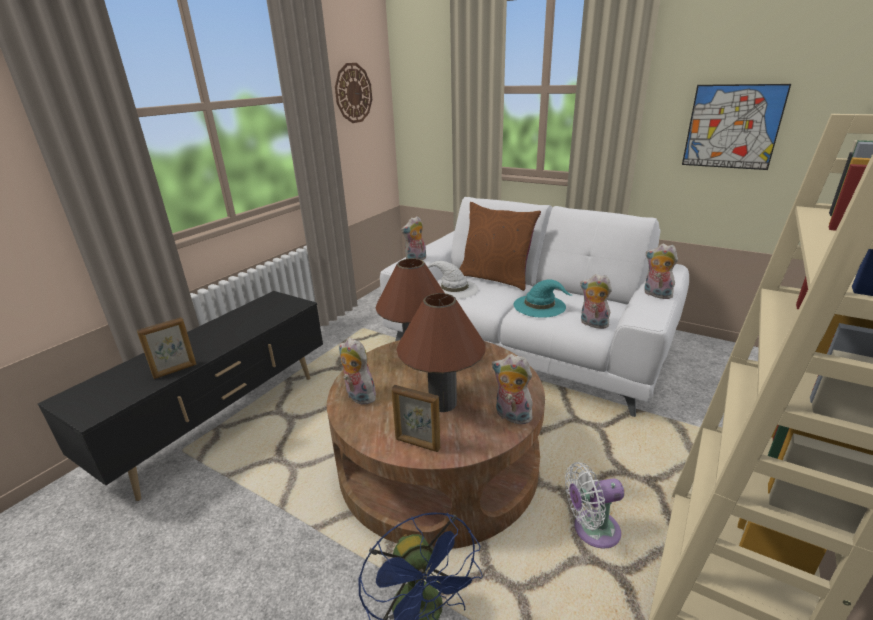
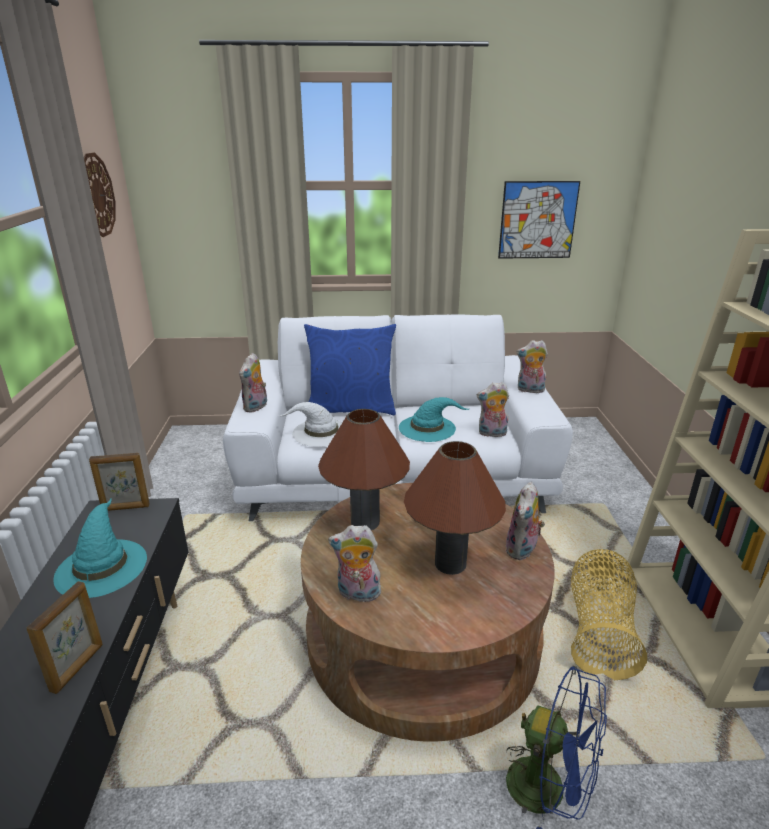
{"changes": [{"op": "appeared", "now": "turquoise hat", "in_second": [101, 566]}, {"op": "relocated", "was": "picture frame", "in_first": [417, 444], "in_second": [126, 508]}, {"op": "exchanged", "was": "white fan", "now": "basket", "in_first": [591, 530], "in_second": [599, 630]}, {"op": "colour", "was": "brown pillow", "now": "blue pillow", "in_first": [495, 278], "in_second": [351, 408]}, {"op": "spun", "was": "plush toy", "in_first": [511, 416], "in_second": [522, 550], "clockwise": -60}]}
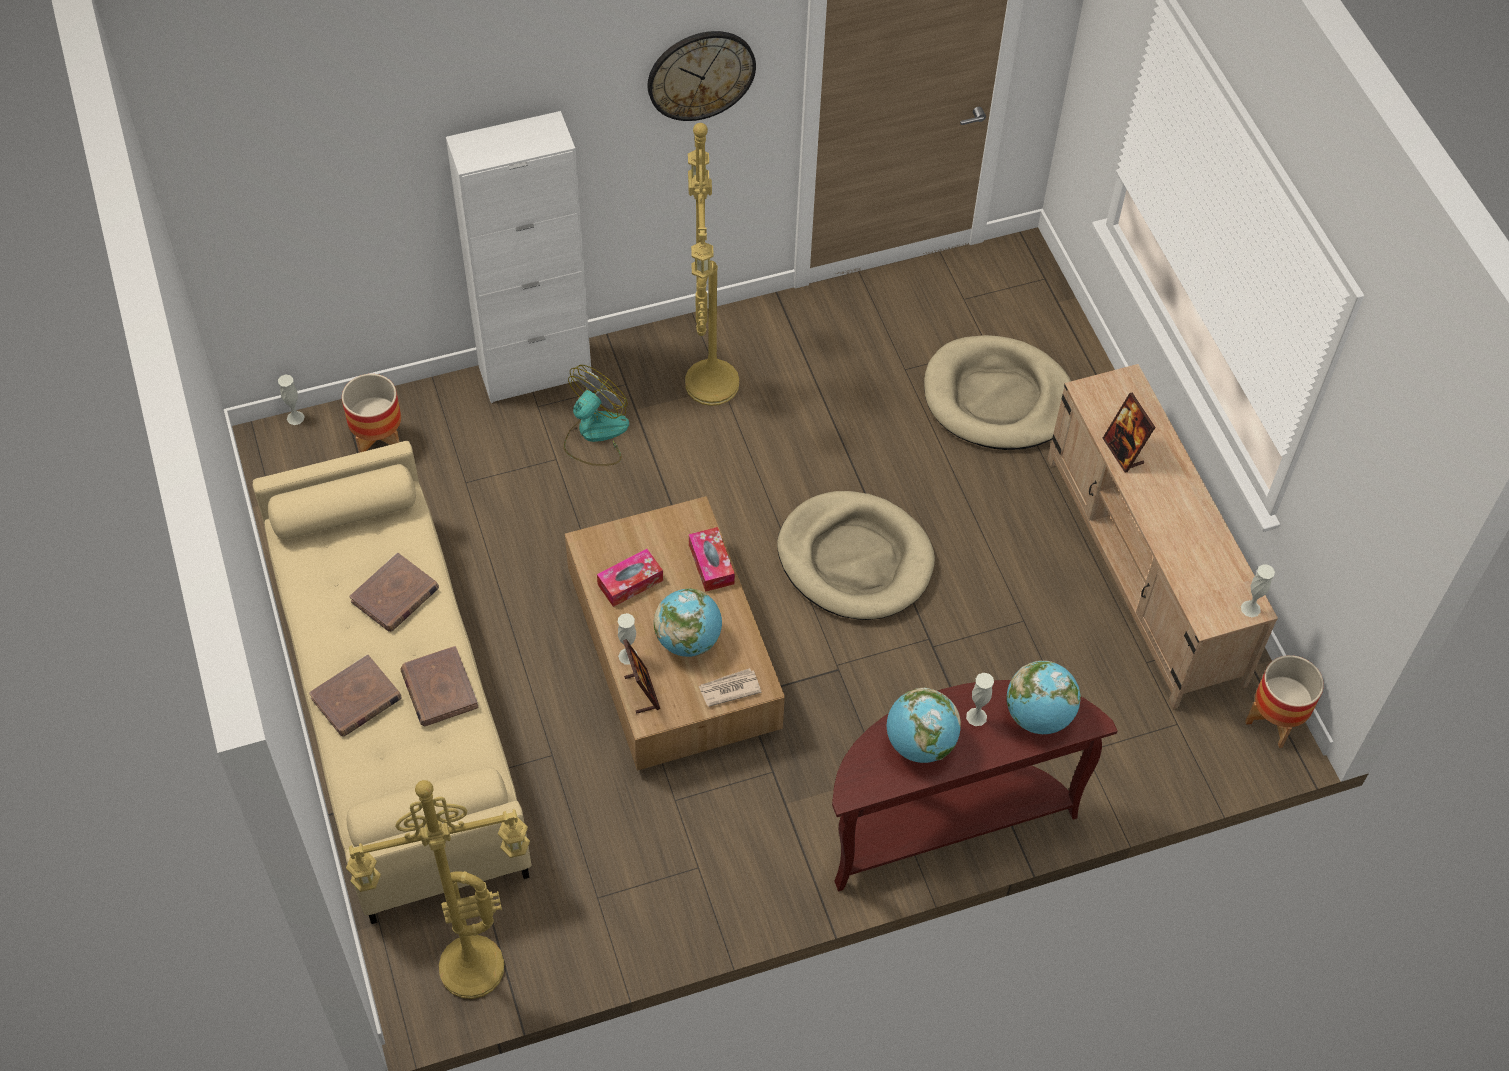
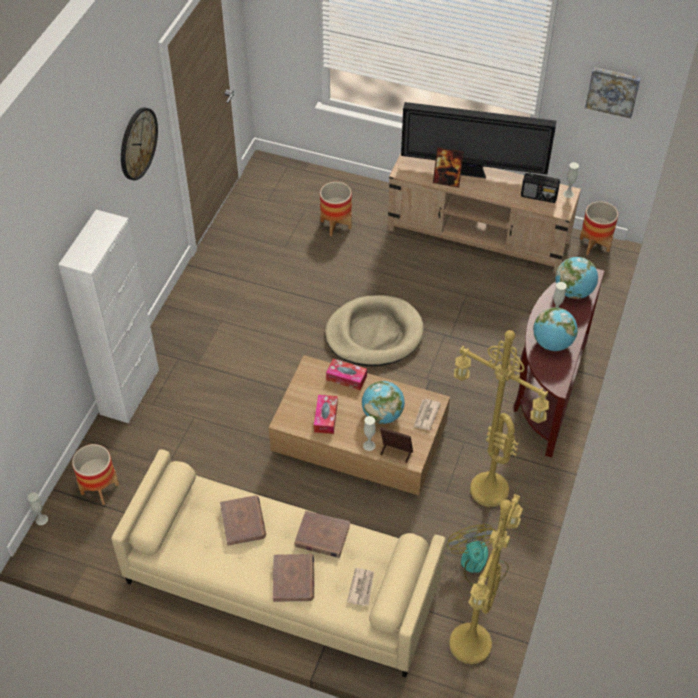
{"changes": [{"op": "appeared", "now": "newspaper", "in_second": [361, 587]}, {"op": "appeared", "now": "television", "in_second": [472, 173]}, {"op": "appeared", "now": "radio", "in_second": [539, 196]}, {"op": "appeared", "now": "picture", "in_second": [613, 91]}, {"op": "relocated", "was": "fan", "in_first": [595, 434], "in_second": [477, 565]}, {"op": "relocated", "was": "yellow floor lamp", "in_first": [708, 382], "in_second": [486, 491]}, {"op": "exchanged", "was": "beige dog bed", "now": "planter", "in_first": [997, 398], "in_second": [336, 225]}]}
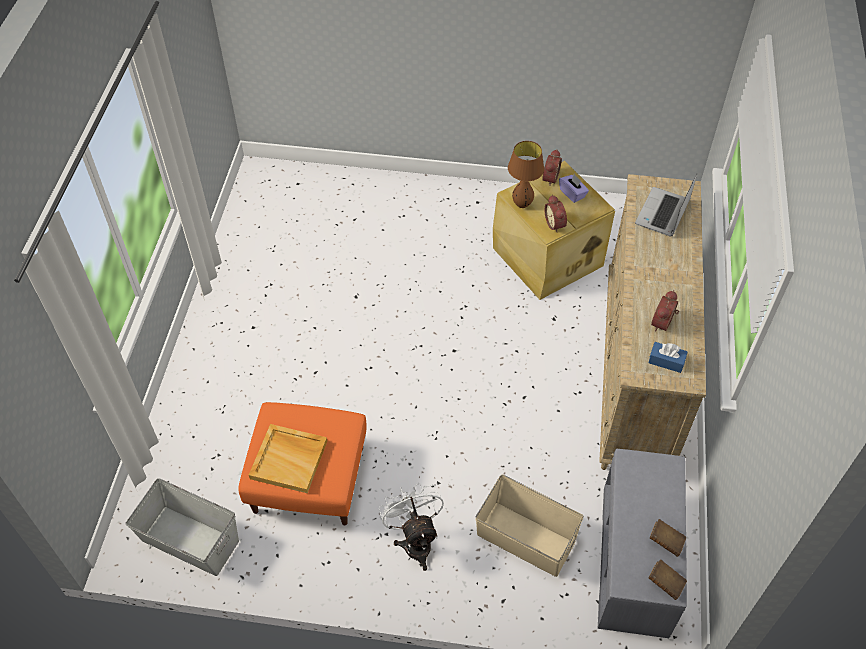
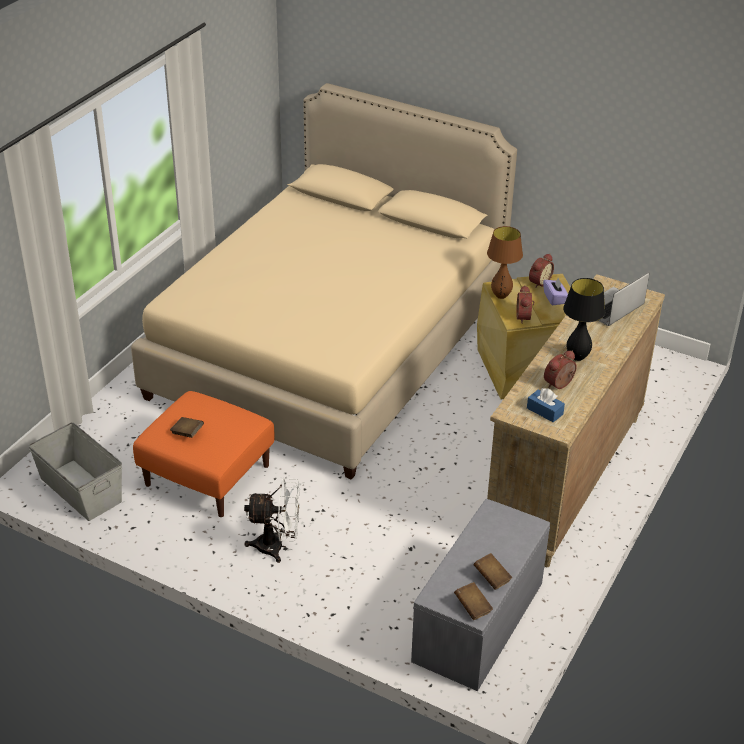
{"changes": [{"op": "missing", "was": "beige storage box", "in_first": [525, 539]}, {"op": "appeared", "now": "beige bed", "in_second": [330, 347]}, {"op": "appeared", "now": "black table lamp", "in_second": [577, 357]}, {"op": "exchanged", "was": "beige tray", "now": "brown book", "in_first": [289, 459], "in_second": [187, 433]}, {"op": "spun", "was": "white fan", "in_first": [415, 541], "in_second": [277, 546], "clockwise": 90}]}
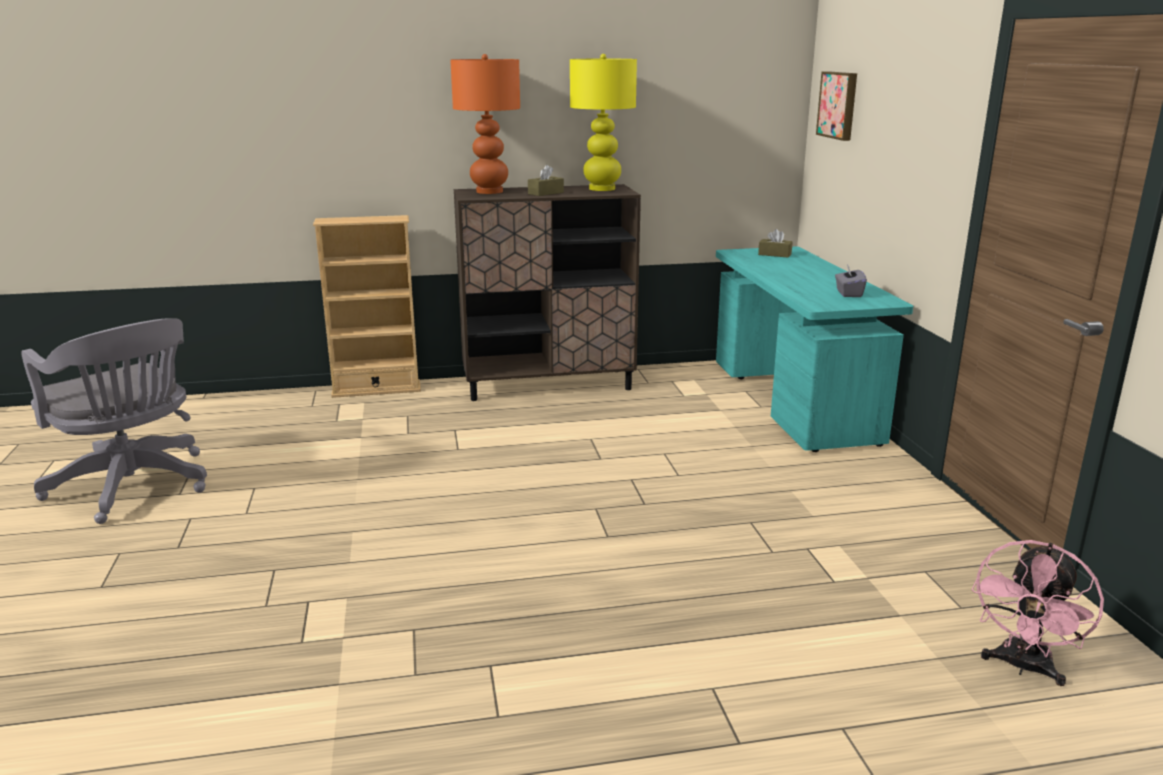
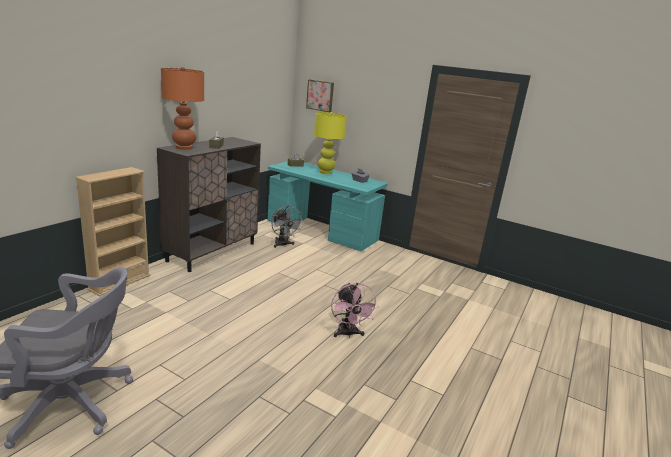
{"changes": [{"op": "appeared", "now": "grey fan", "in_second": [283, 245]}, {"op": "relocated", "was": "yellow table lamp", "in_first": [602, 189], "in_second": [325, 172]}, {"op": "relocated", "was": "pink fan", "in_first": [1022, 667], "in_second": [348, 334]}]}
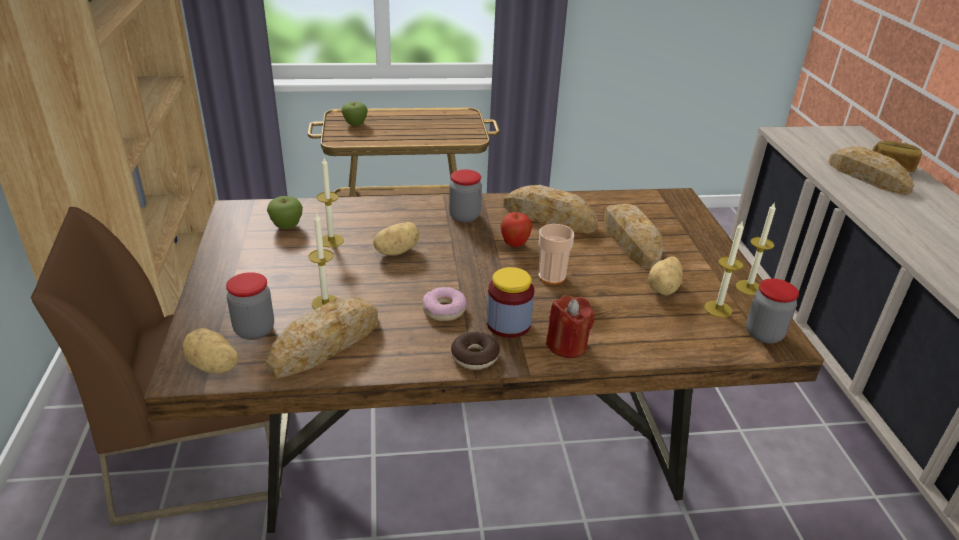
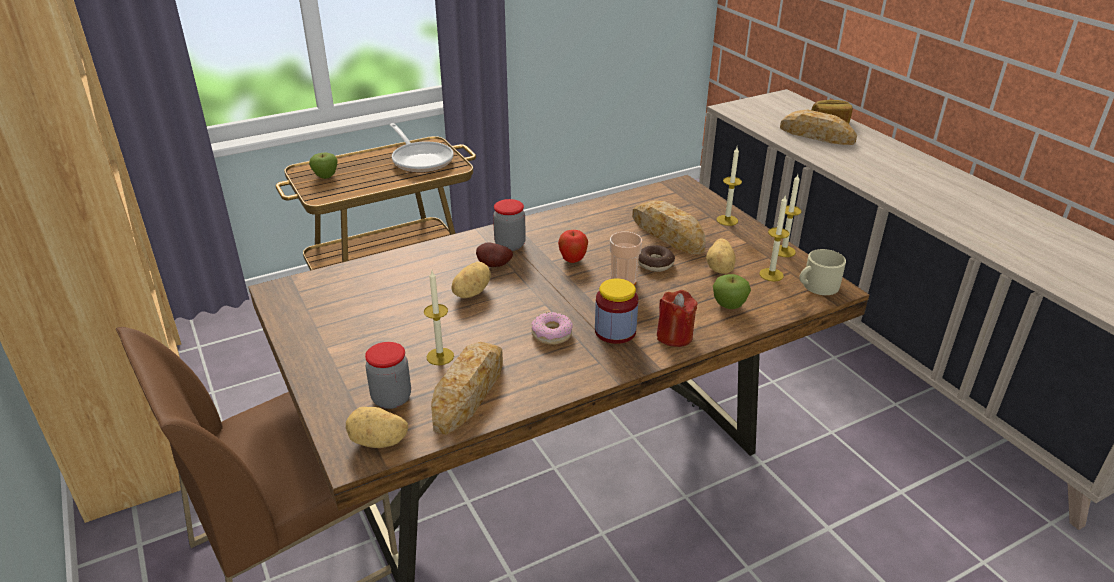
{"changes": [{"op": "missing", "was": "bread", "in_first": [549, 217]}, {"op": "appeared", "now": "frying pan", "in_second": [421, 160]}, {"op": "appeared", "now": "potato", "in_second": [493, 266]}, {"op": "relocated", "was": "apple", "in_first": [287, 226], "in_second": [729, 306]}, {"op": "relocated", "was": "candle", "in_first": [331, 240], "in_second": [727, 220]}, {"op": "relocated", "was": "donut", "in_first": [475, 356], "in_second": [655, 264]}, {"op": "exchanged", "was": "jar", "now": "beige mug", "in_first": [764, 334], "in_second": [817, 286]}]}
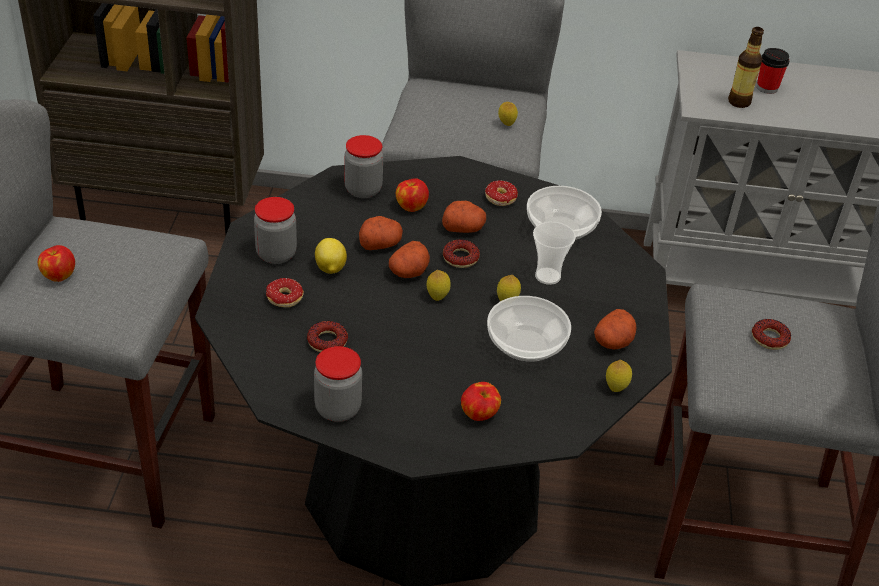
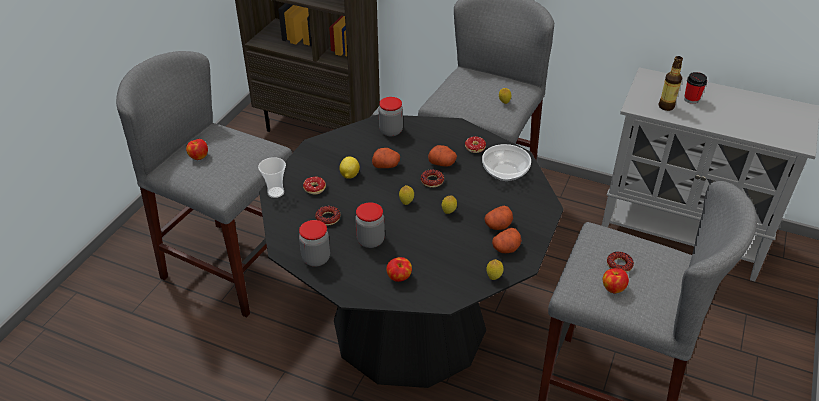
{"changes": [{"op": "missing", "was": "bowl", "in_first": [524, 345]}, {"op": "relocated", "was": "jar", "in_first": [276, 254], "in_second": [370, 240]}, {"op": "relocated", "was": "potato", "in_first": [409, 272], "in_second": [498, 225]}, {"op": "relocated", "was": "apple", "in_first": [411, 207], "in_second": [613, 288]}, {"op": "relocated", "was": "cup", "in_first": [547, 276], "in_second": [276, 192]}]}
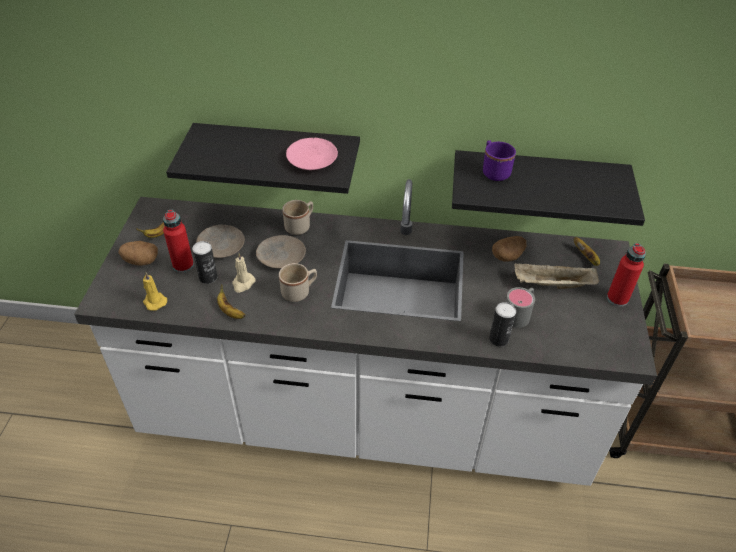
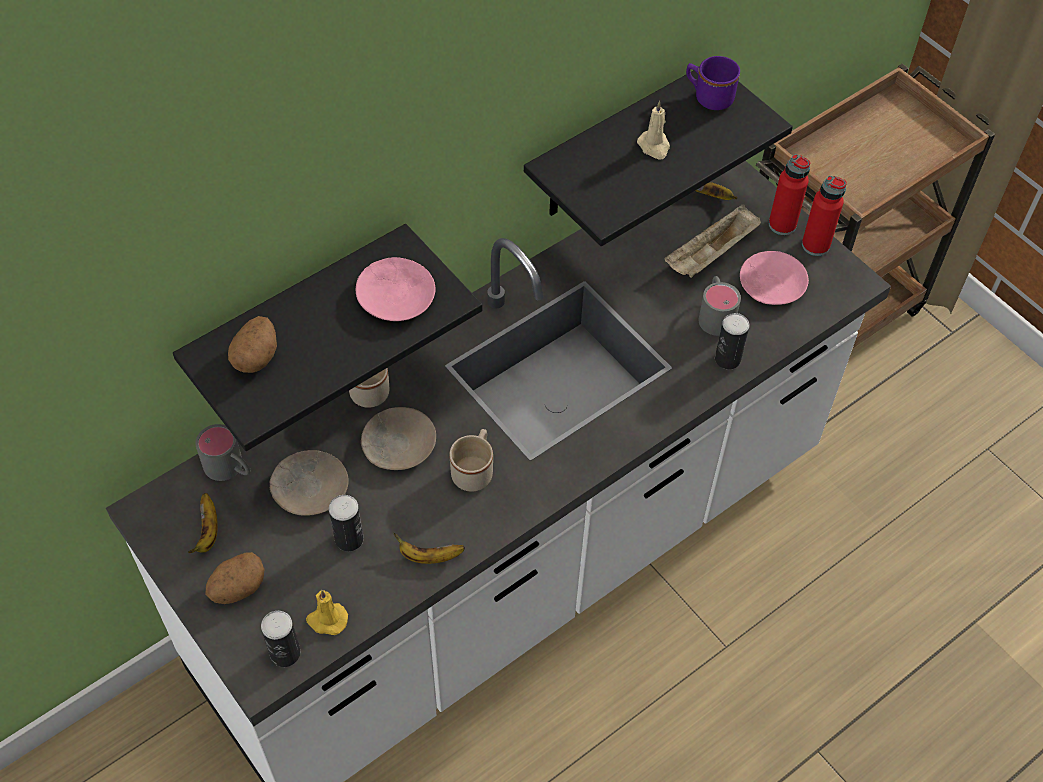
{"changes": [{"op": "appeared", "now": "grey mug", "in_second": [230, 468]}, {"op": "appeared", "now": "can", "in_second": [285, 653]}, {"op": "appeared", "now": "pink plate", "in_second": [771, 284]}, {"op": "relocated", "was": "red bottle", "in_first": [183, 265], "in_second": [815, 245]}, {"op": "relocated", "was": "beige candle", "in_first": [243, 283], "in_second": [654, 146]}, {"op": "relocated", "was": "purple mug", "in_first": [494, 171], "in_second": [708, 97]}, {"op": "relocated", "was": "potato", "in_first": [507, 256], "in_second": [256, 357]}]}
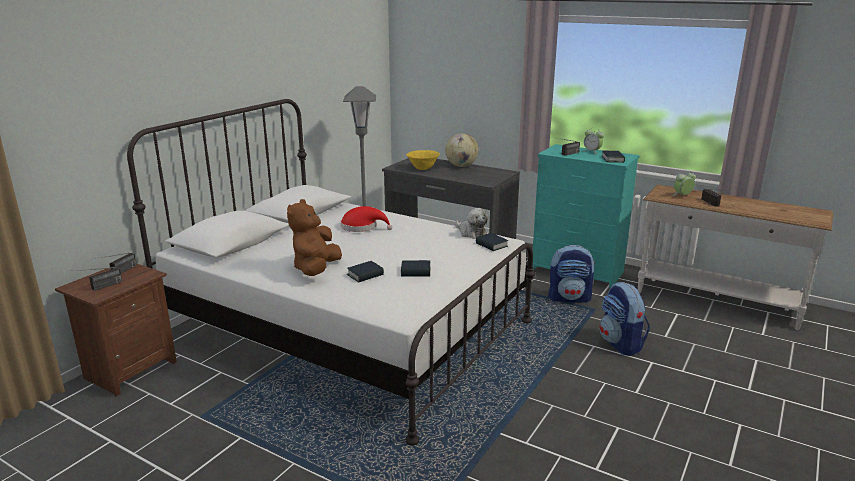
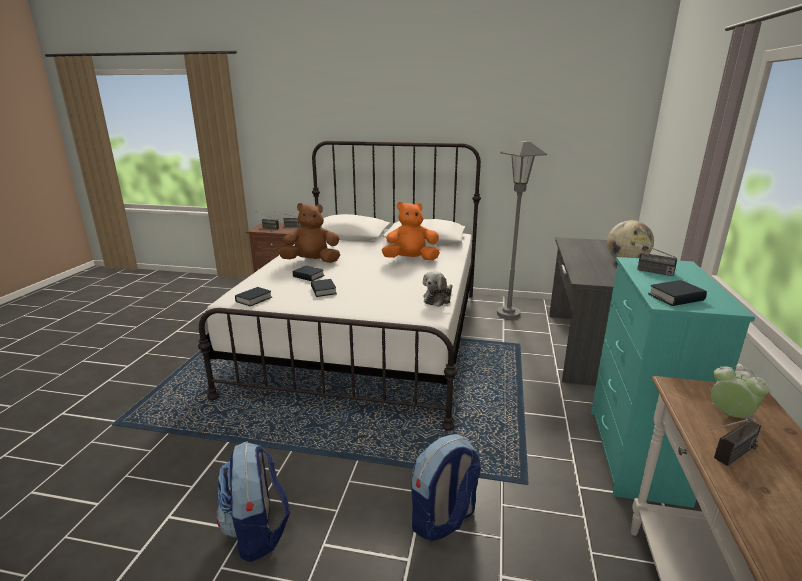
{"changes": [{"op": "missing", "was": "yellow bowl", "in_first": [423, 169]}, {"op": "missing", "was": "alarm clock", "in_first": [592, 152]}, {"op": "relocated", "was": "book", "in_first": [491, 245], "in_second": [254, 299]}, {"op": "relocated", "was": "backpack", "in_first": [569, 298], "in_second": [257, 532]}, {"op": "exchanged", "was": "red hat", "now": "orange plush toy", "in_first": [362, 227], "in_second": [411, 260]}]}
